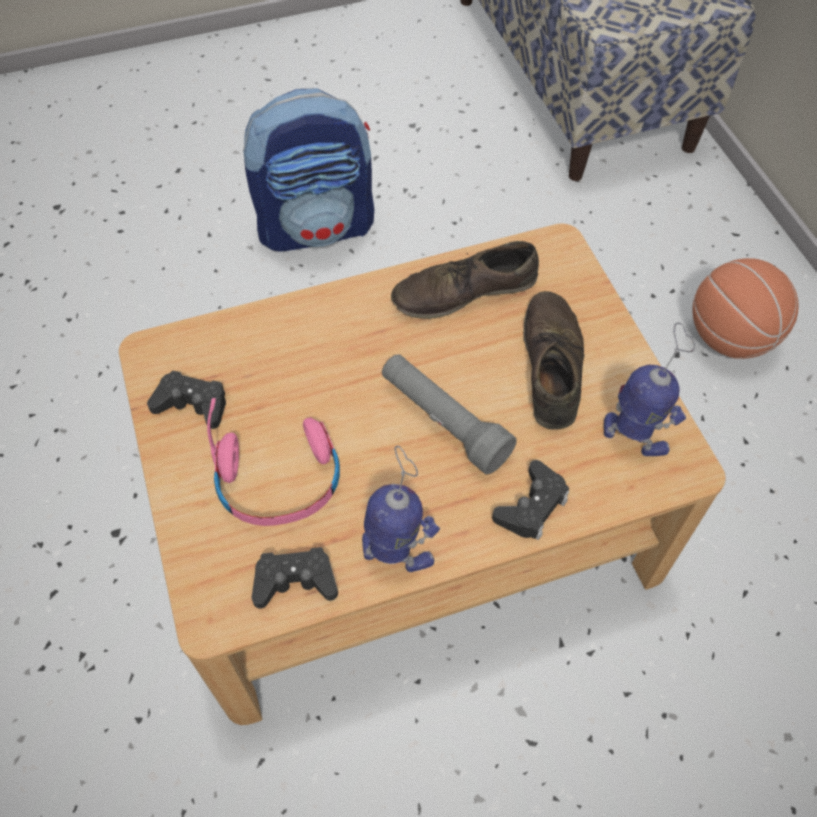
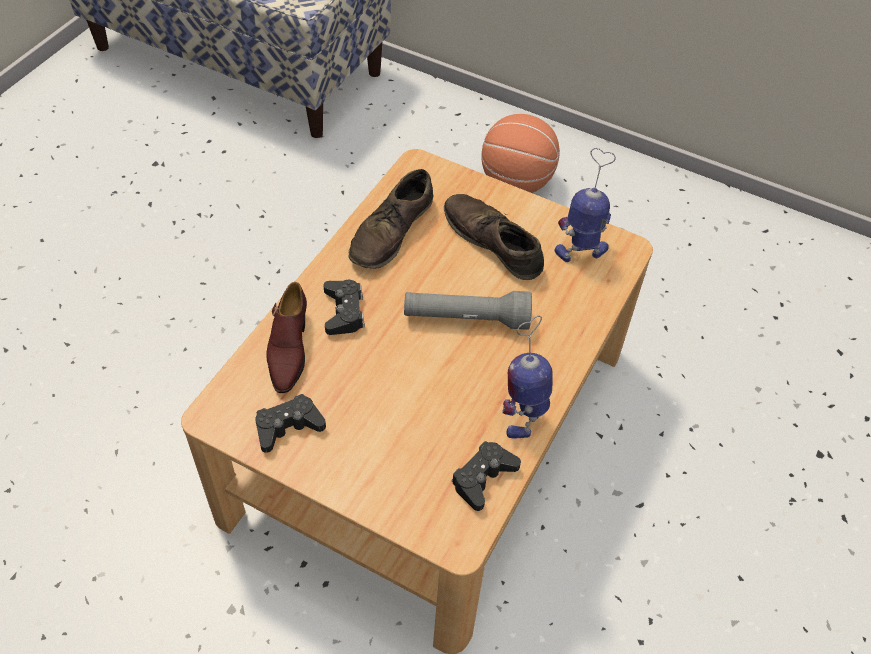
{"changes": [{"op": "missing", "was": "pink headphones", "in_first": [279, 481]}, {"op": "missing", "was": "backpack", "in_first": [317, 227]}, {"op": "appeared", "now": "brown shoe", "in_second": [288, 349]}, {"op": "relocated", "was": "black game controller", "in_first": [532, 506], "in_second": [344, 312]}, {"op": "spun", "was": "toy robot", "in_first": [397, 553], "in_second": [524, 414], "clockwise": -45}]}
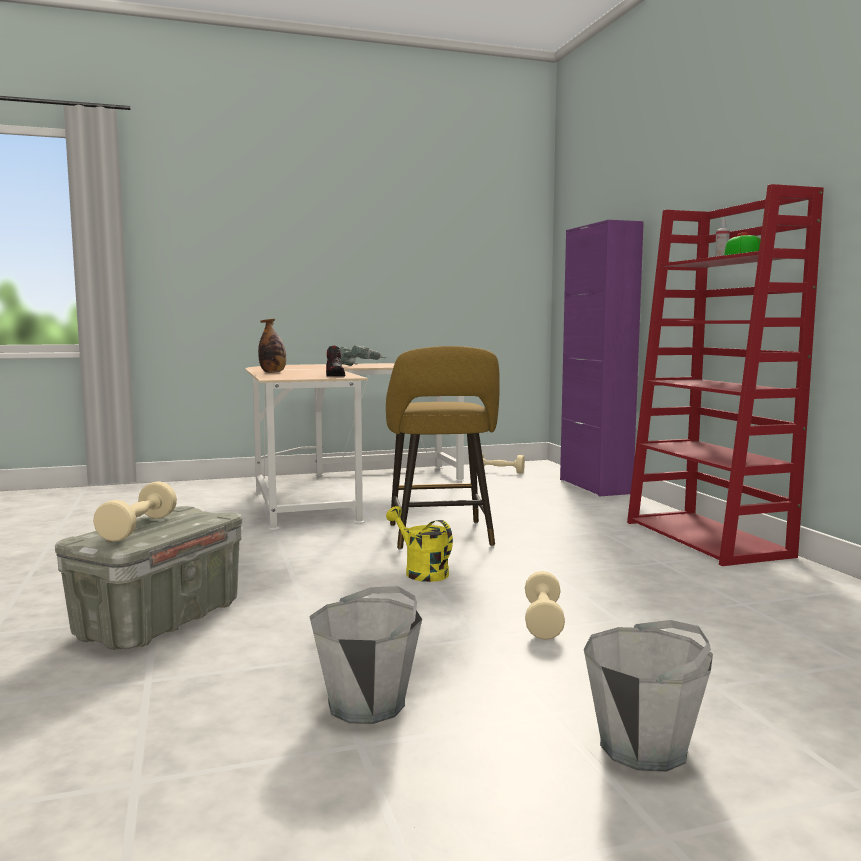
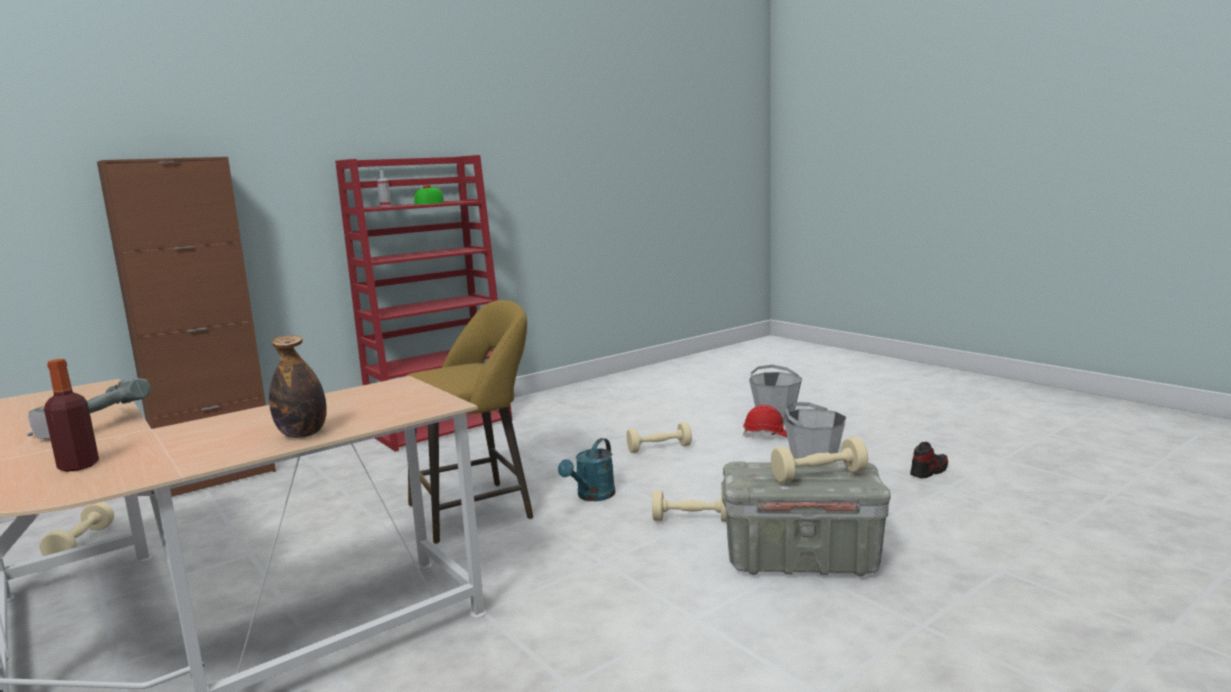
{"changes": [{"op": "appeared", "now": "bottle", "in_second": [78, 466]}, {"op": "appeared", "now": "beige dumbbell", "in_second": [692, 519]}, {"op": "appeared", "now": "red hard hat", "in_second": [766, 435]}, {"op": "relocated", "was": "shoe", "in_first": [335, 375], "in_second": [929, 471]}, {"op": "colour", "was": "yellow watering can", "now": "turquoise watering can", "in_first": [421, 572], "in_second": [592, 496]}, {"op": "colour", "was": "purple cabinet", "now": "brown cabinet", "in_first": [595, 486], "in_second": [217, 478]}]}
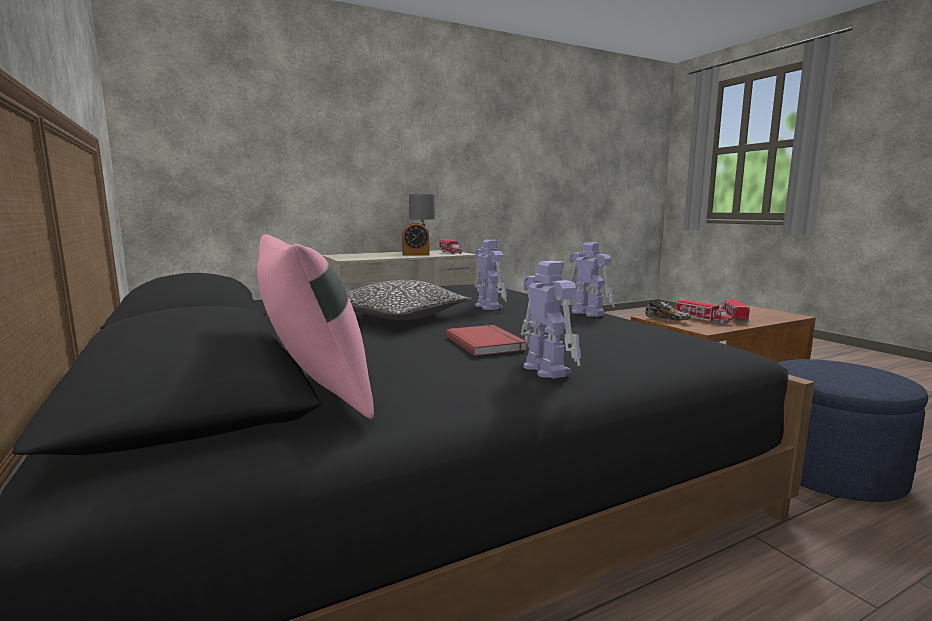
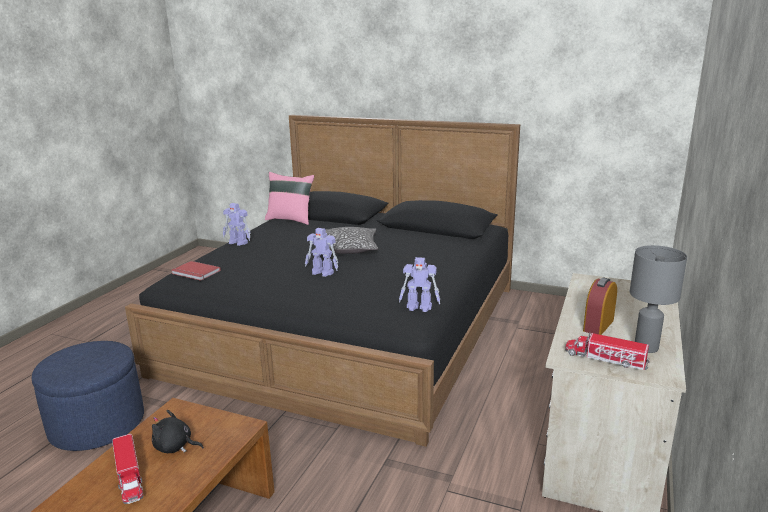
{"changes": [{"op": "missing", "was": "shoe", "in_first": [667, 320]}, {"op": "relocated", "was": "red book", "in_first": [487, 343], "in_second": [195, 273]}, {"op": "relocated", "was": "toy robot", "in_first": [587, 313], "in_second": [420, 307]}, {"op": "exchanged", "was": "toy truck", "now": "black plush toy", "in_first": [702, 319], "in_second": [175, 447]}]}
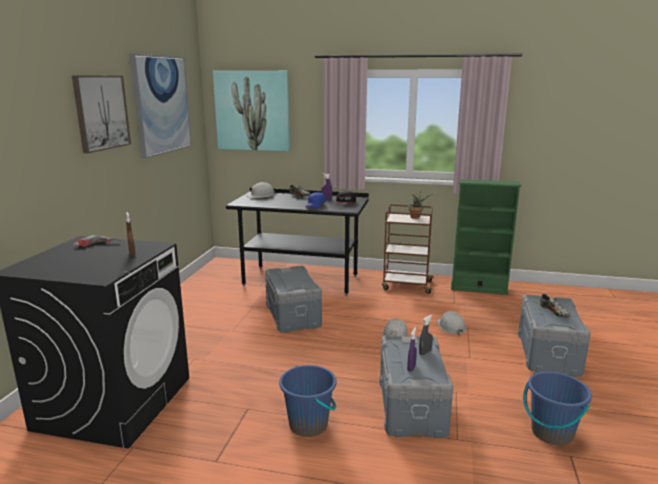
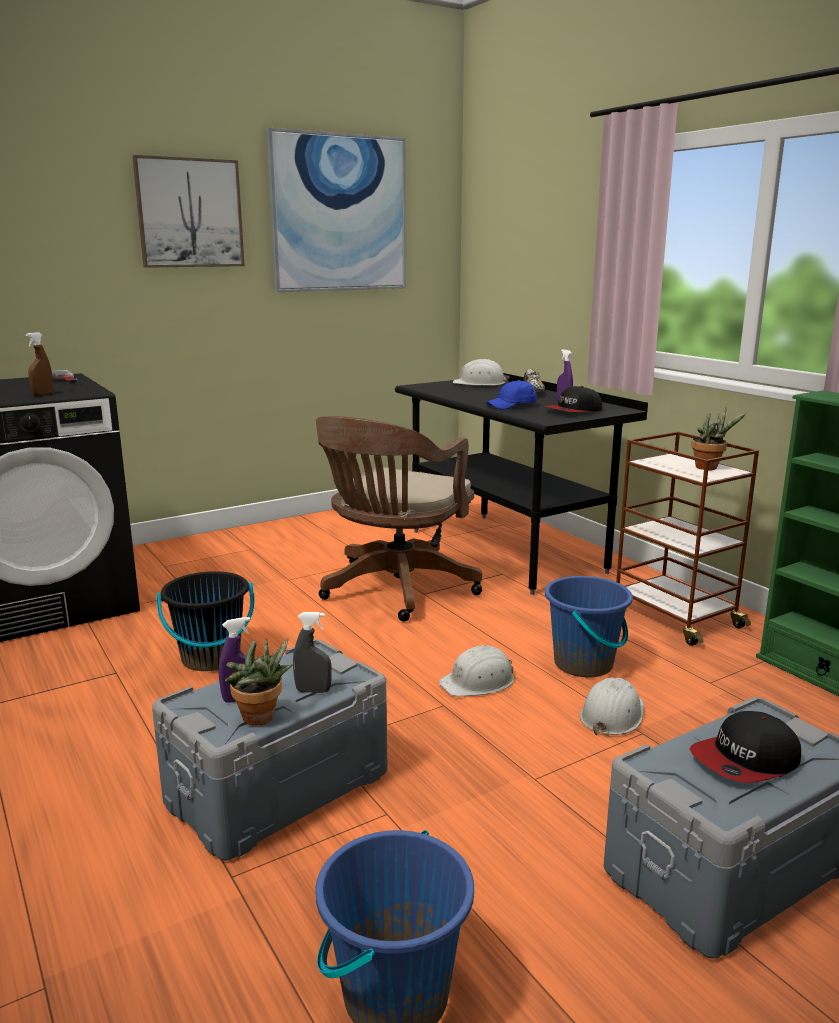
{"changes": [{"op": "missing", "was": "picture", "in_first": [252, 111]}, {"op": "appeared", "now": "black bucket", "in_second": [211, 658]}, {"op": "appeared", "now": "potted plant", "in_second": [261, 719]}, {"op": "relocated", "was": "blue bucket", "in_first": [309, 424], "in_second": [584, 664]}, {"op": "exchanged", "was": "grey storage box", "now": "brown office chair", "in_first": [292, 315], "in_second": [395, 590]}, {"op": "exchanged", "was": "shoe", "now": "cap", "in_first": [554, 313], "in_second": [745, 760]}]}
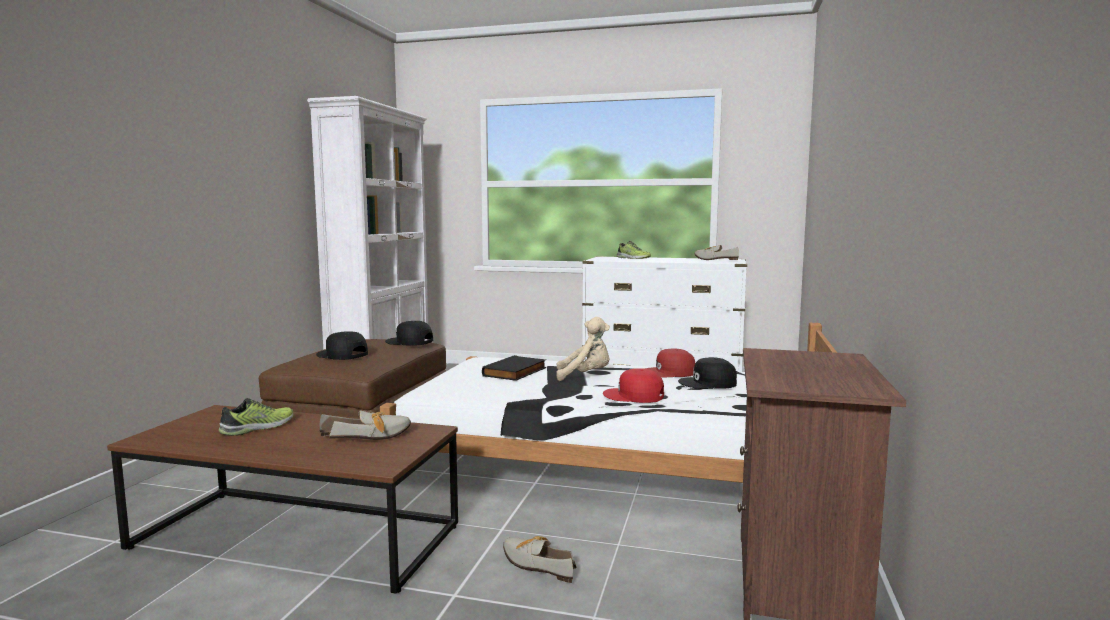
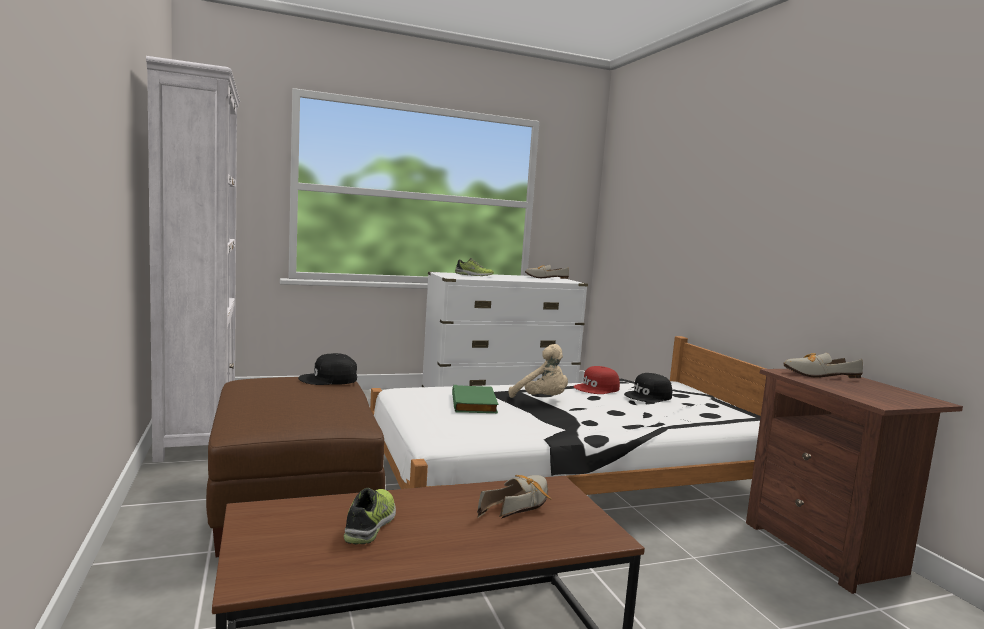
{"changes": [{"op": "missing", "was": "black cap", "in_first": [341, 355]}, {"op": "missing", "was": "red cap", "in_first": [634, 396]}, {"op": "relocated", "was": "shoe", "in_first": [536, 564], "in_second": [814, 374]}, {"op": "colour", "was": "black book", "now": "green book", "in_first": [516, 372], "in_second": [475, 403]}, {"op": "spun", "was": "beige plush toy", "in_first": [585, 376], "in_second": [542, 400], "clockwise": 75}]}
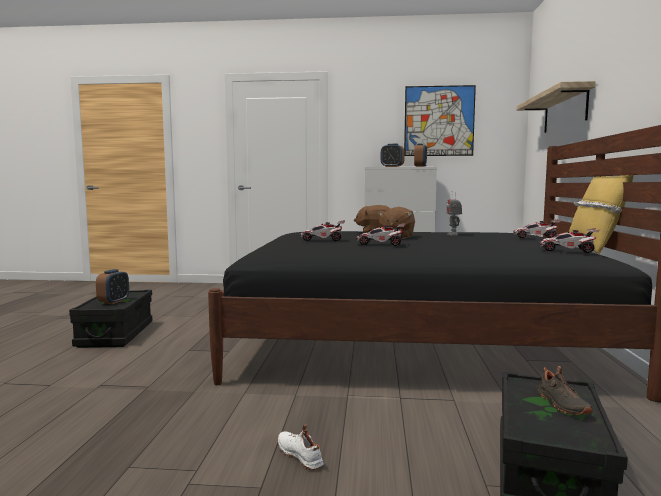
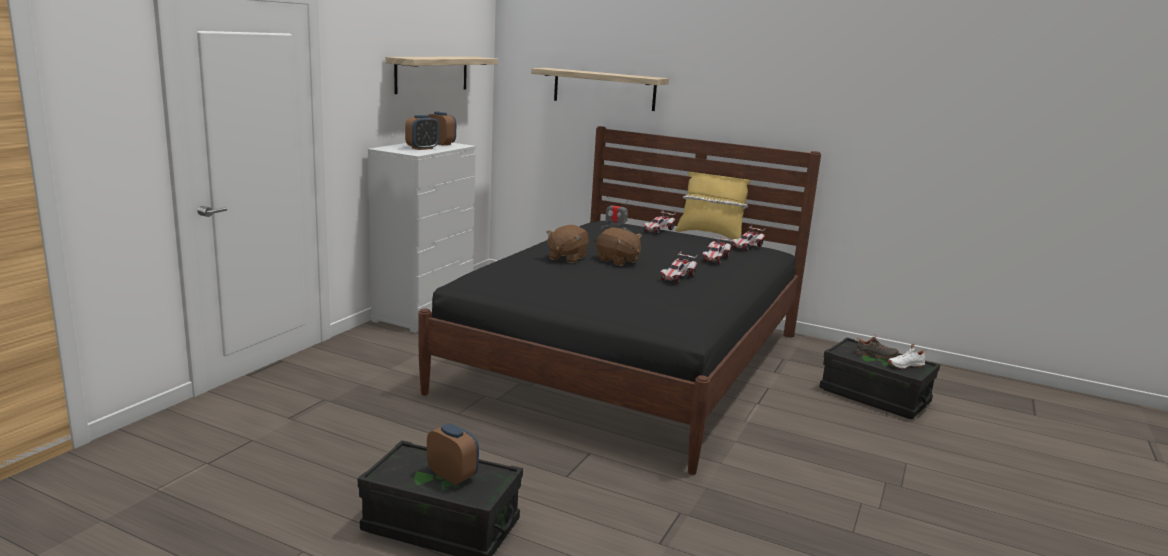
{"changes": [{"op": "relocated", "was": "white shoe", "in_first": [301, 455], "in_second": [905, 365]}, {"op": "relocated", "was": "toy car", "in_first": [322, 240], "in_second": [715, 259]}, {"op": "exchanged", "was": "picture", "now": "shelf", "in_first": [439, 121], "in_second": [432, 74]}]}
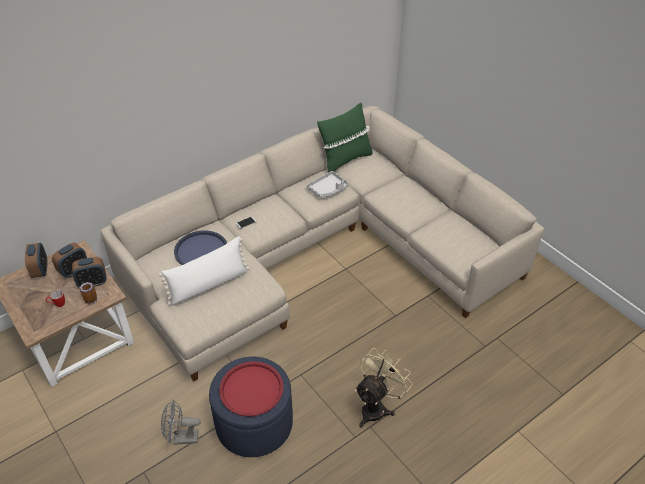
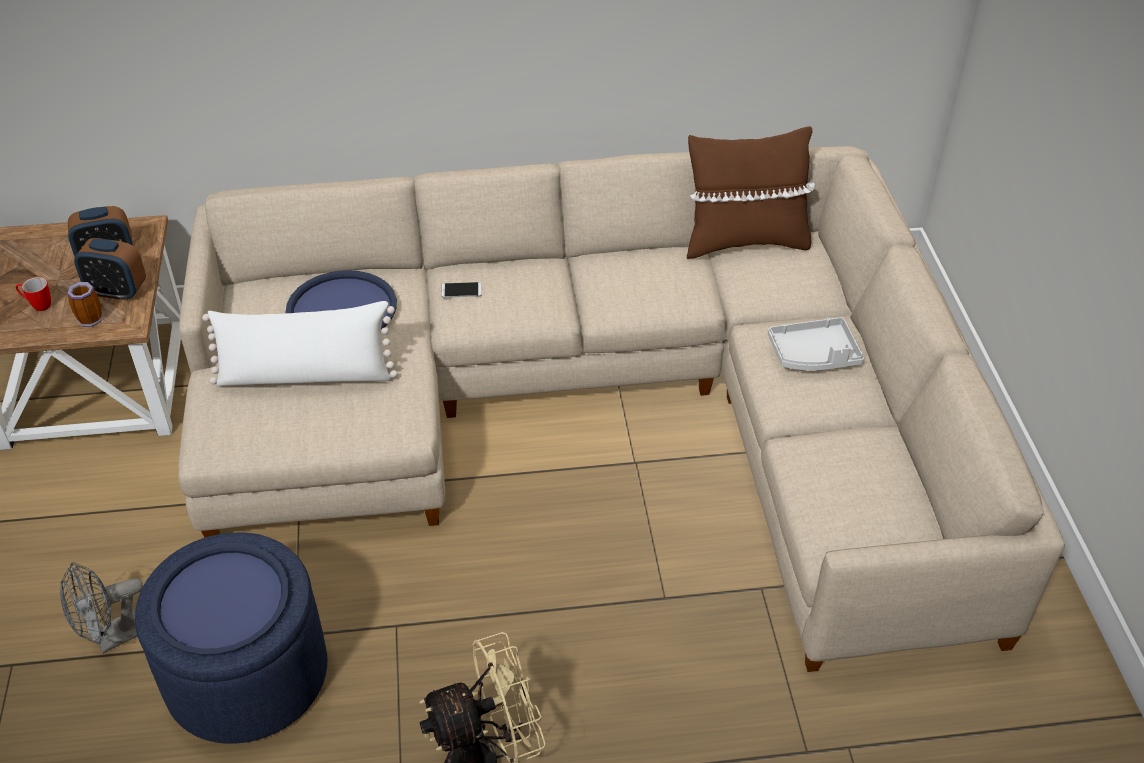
{"changes": [{"op": "missing", "was": "alarm clock", "in_first": [40, 270]}, {"op": "relocated", "was": "grey tray", "in_first": [328, 189], "in_second": [814, 355]}, {"op": "colour", "was": "red tray", "now": "blue tray", "in_first": [251, 389], "in_second": [221, 600]}, {"op": "colour", "was": "green pillow", "now": "brown pillow", "in_first": [345, 160], "in_second": [744, 242]}, {"op": "spun", "was": "grey fan", "in_first": [181, 438], "in_second": [113, 638], "clockwise": -60}]}
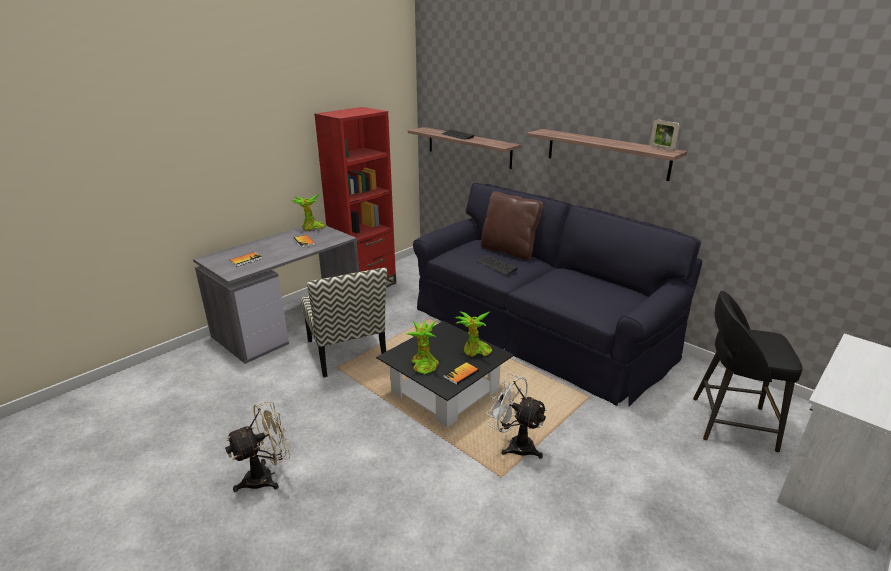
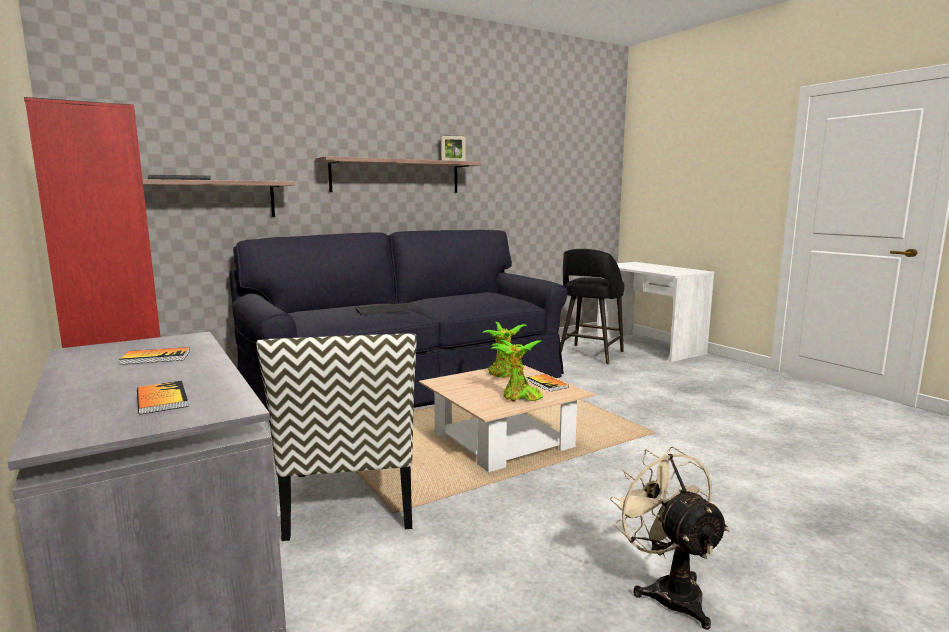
{"changes": [{"op": "missing", "was": "potted plant", "in_first": [311, 228]}, {"op": "missing", "was": "brown pillow", "in_first": [509, 251]}, {"op": "missing", "was": "white fan", "in_first": [515, 445]}, {"op": "colour", "was": "black coffee table", "now": "beige coffee table", "in_first": [445, 391], "in_second": [503, 441]}, {"op": "spun", "was": "chair", "in_first": [347, 351], "in_second": [351, 500], "clockwise": 90}]}
